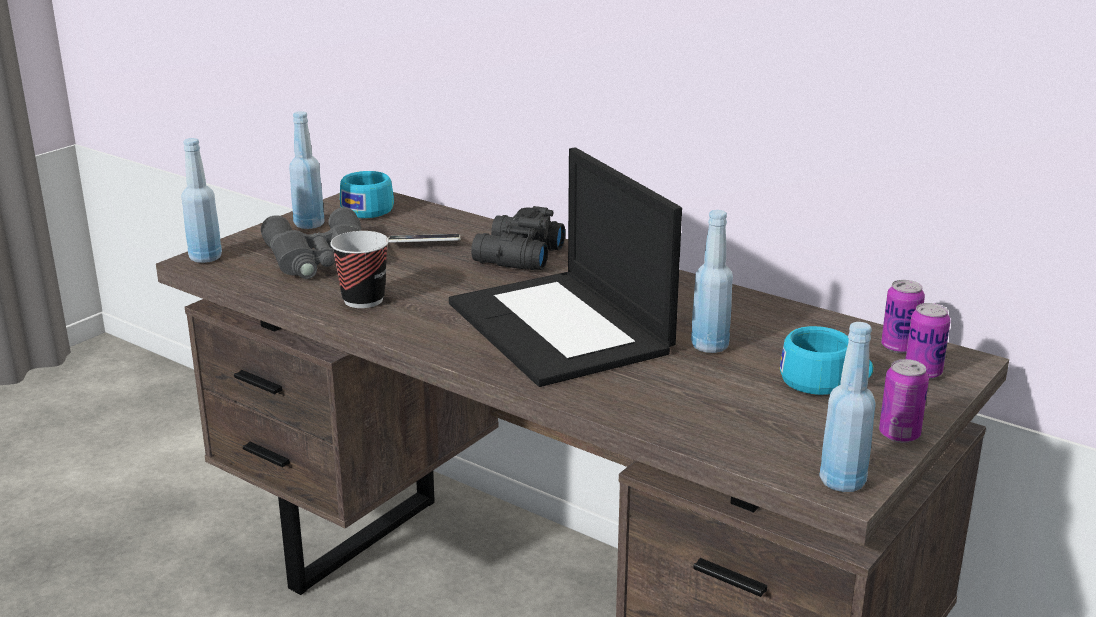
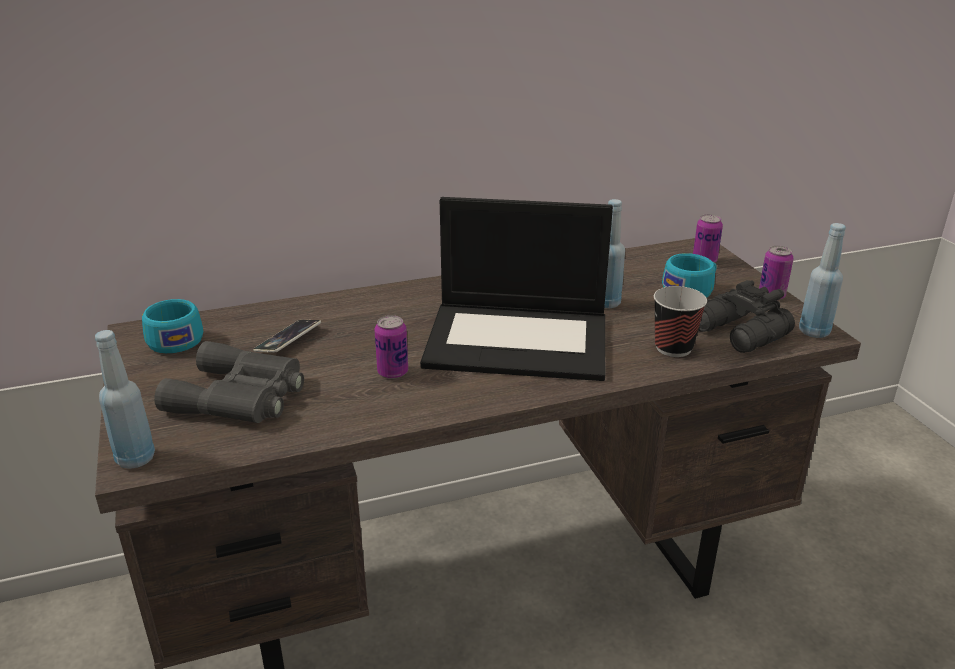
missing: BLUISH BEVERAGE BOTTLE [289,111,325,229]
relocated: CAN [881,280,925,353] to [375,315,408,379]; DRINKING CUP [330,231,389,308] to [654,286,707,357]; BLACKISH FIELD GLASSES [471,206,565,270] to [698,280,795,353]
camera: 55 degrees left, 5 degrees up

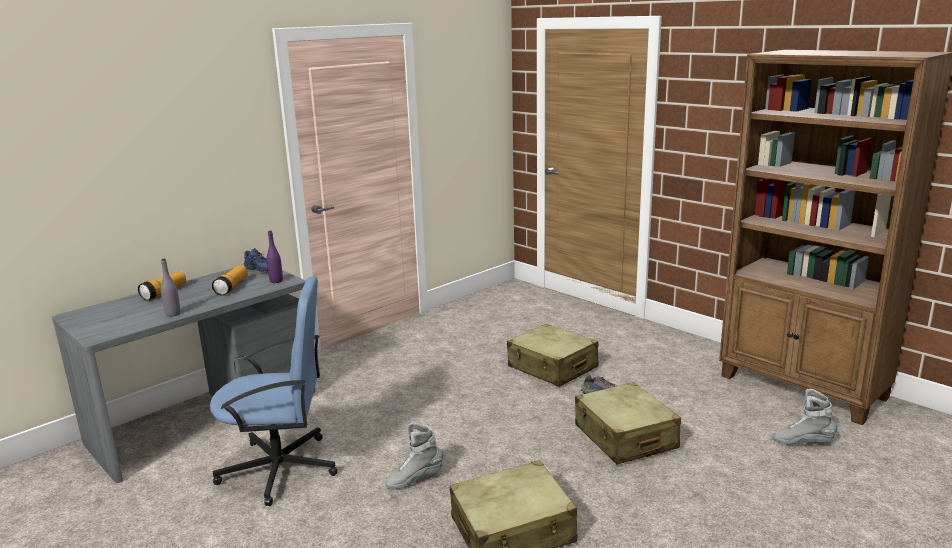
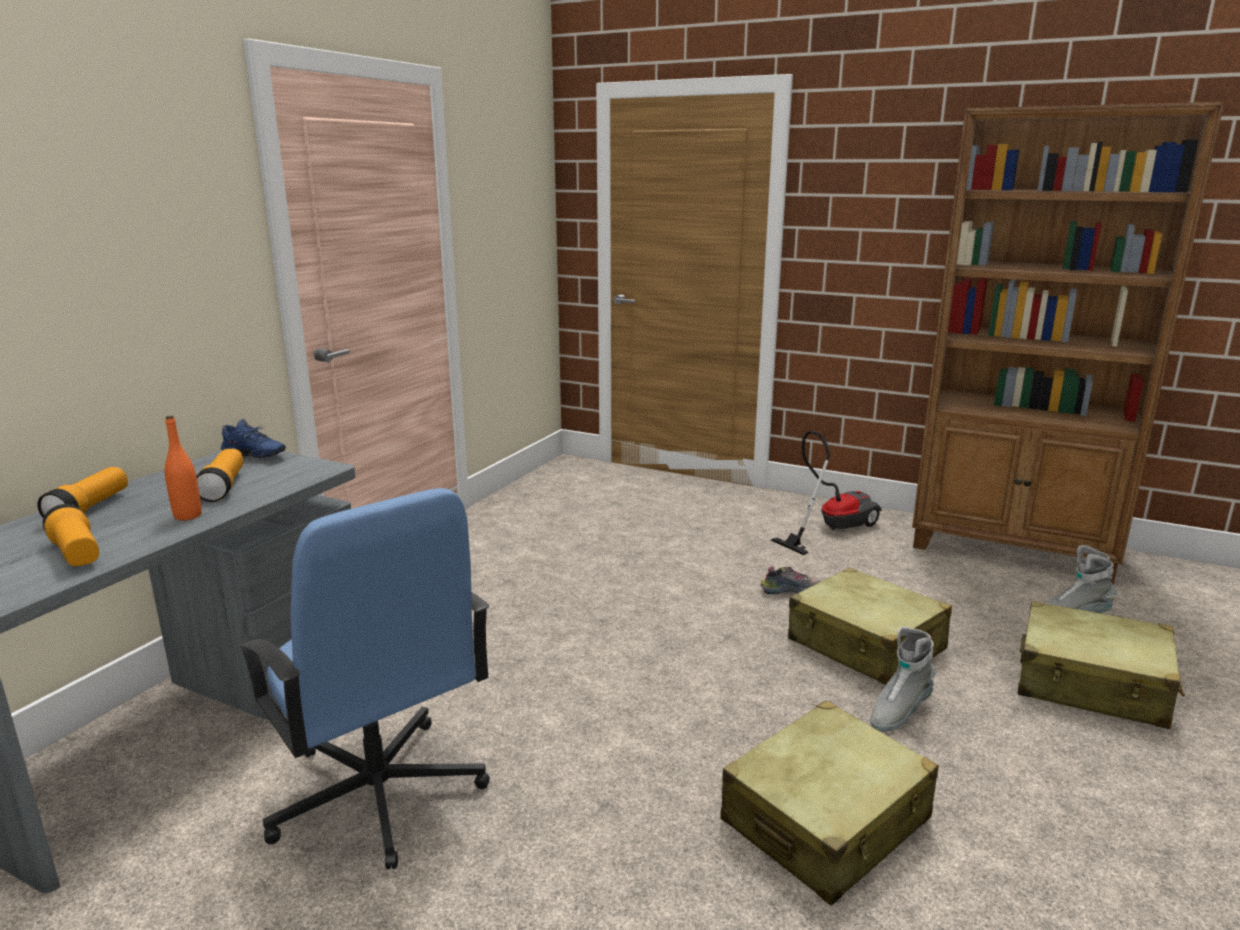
missing: GREY BEVERAGE BOTTLE [161,259,181,317]; PURPLE BEVERAGE BOTTLE [267,231,283,283]
appeared: FLASHLIGHT [43,504,99,566]; ORANGE-COLOURED BEVERAGE BOTTLE [165,416,202,520]; VACUUM CLEANER [771,431,882,555]
relocated: GREY TALL BOOT [385,423,443,489] to [870,627,936,732]; SAND-COLOURED TRAVEL CASE [507,324,598,387] to [1017,601,1185,729]
spun: BLUISH OFFICE CHAIR [210,276,338,506] = [237,488,490,870] 75 degrees clockwise
camera: 20 degrees left, 0 degrees up

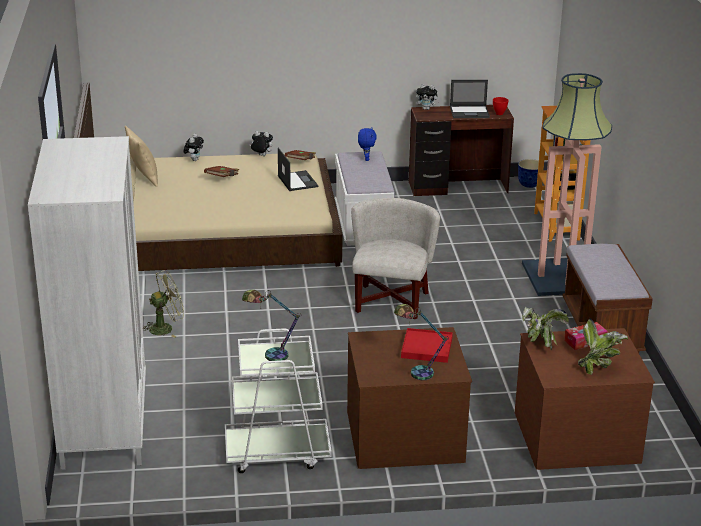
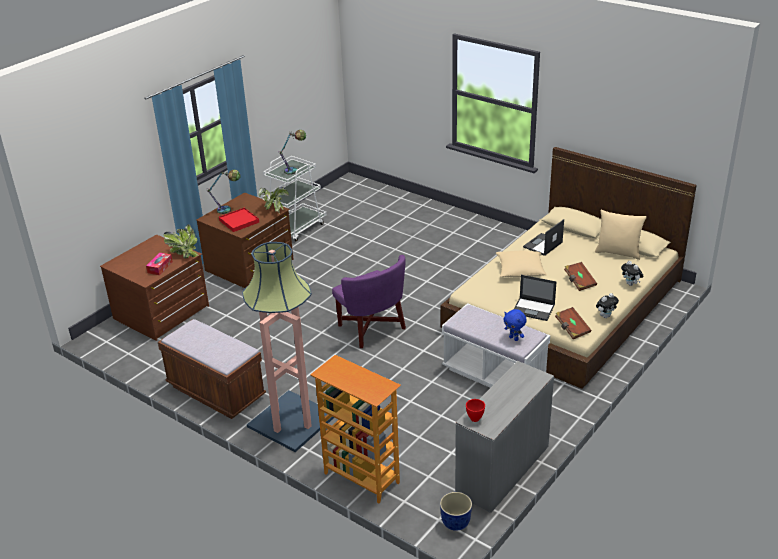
missing: WHITISH WARDROBE [28,136,146,470]; GREENISH FAN [144,270,184,338]; PLUSH TOY [416,84,439,110]
appeared: SAND-COLOURED CUSHION [496,250,547,277]
relocated: HOUSEPLANT [578,318,628,375] to [259,187,289,213]; LAPTOP [450,80,490,118] to [523,219,564,256]
colour: WHITISH ARMCHAIR [351,198,440,319] to PURPLE ARMCHAIR [332,255,406,348]; BROWN DESK UNIT [409,105,514,196] to GREY DESK UNIT [455,361,554,513]
camera: 135 degrees right, 5 degrees up

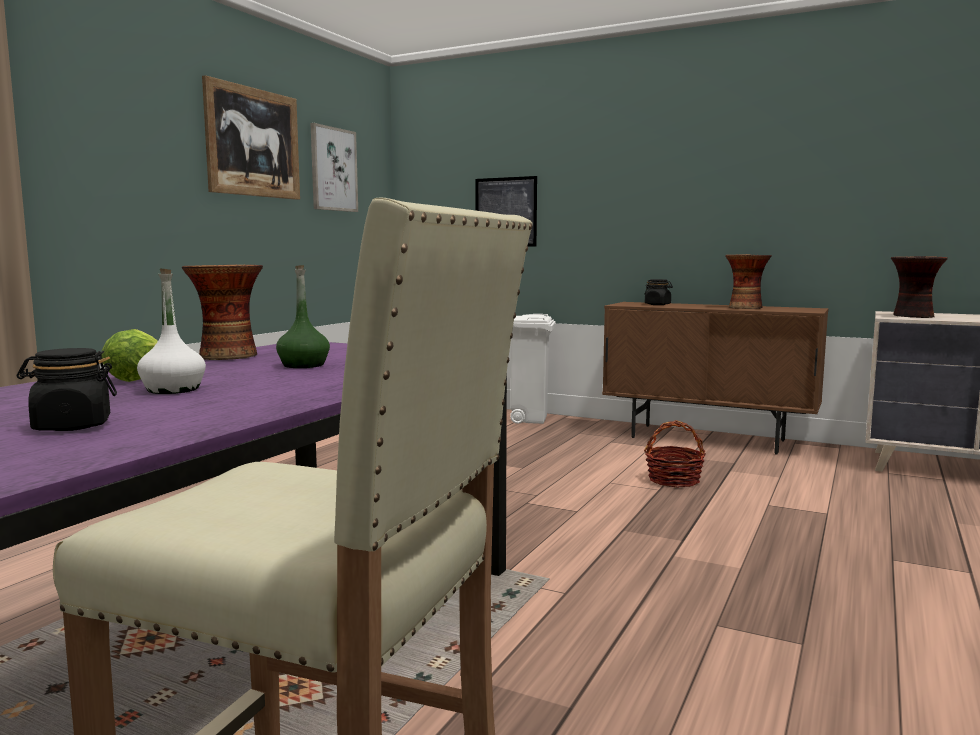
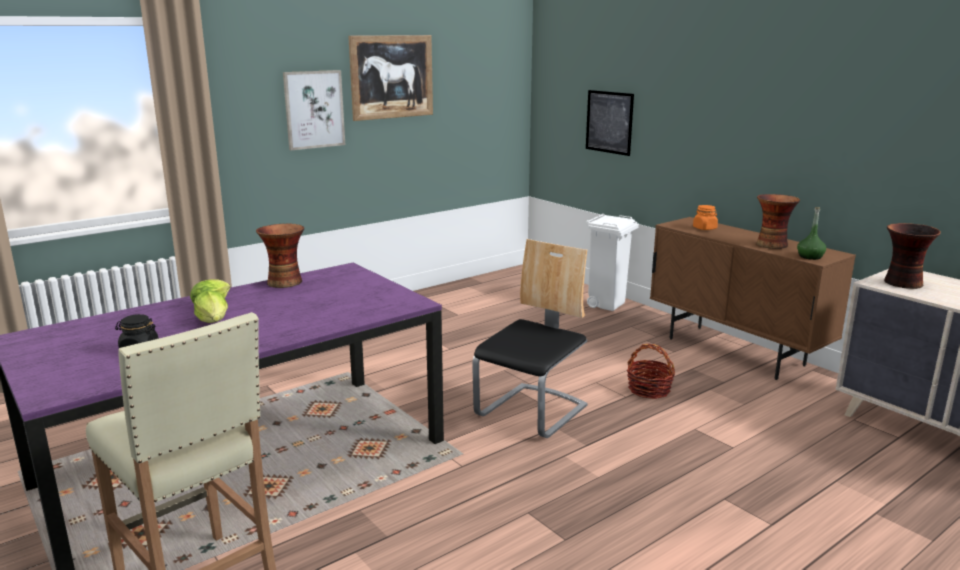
appeared: UPRIGHT CHAIR [472,239,588,438]
relocated: WALL ART [310,123,358,212] to [283,70,345,150]; GREENISH BEVERAGE BOTTLE [276,265,330,368] to [797,207,826,260]
exchanged: WHITISH BEVERAGE BOTTLE [137,269,206,394] to LETTUCE [194,291,228,323]
colour: BLACKISH STORAGE JAR [645,279,673,305] to ORANGE-COLOURED STORAGE JAR [693,205,718,230]
camera: 25 degrees right, 10 degrees up

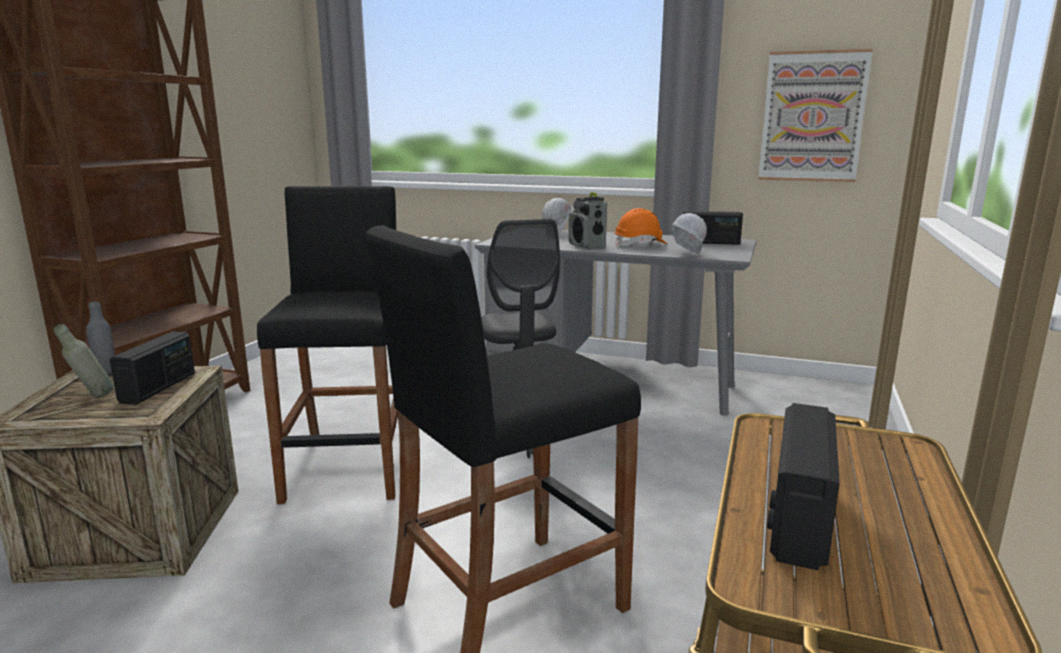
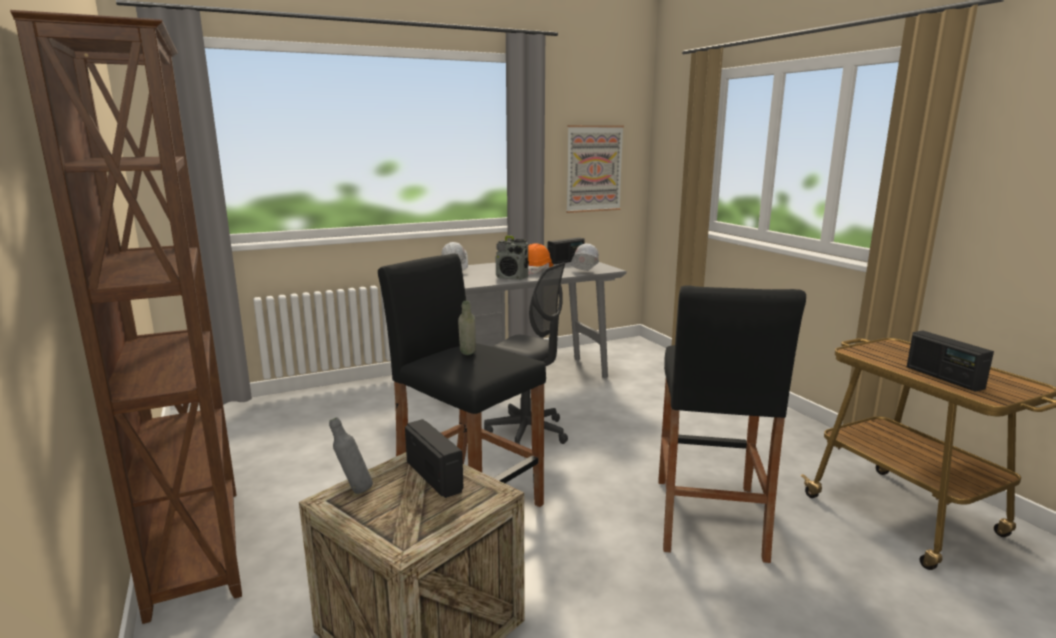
relocated: GREY BEVERAGE BOTTLE [54,324,114,398] to [458,301,476,355]
camera: 45 degrees left, 0 degrees up

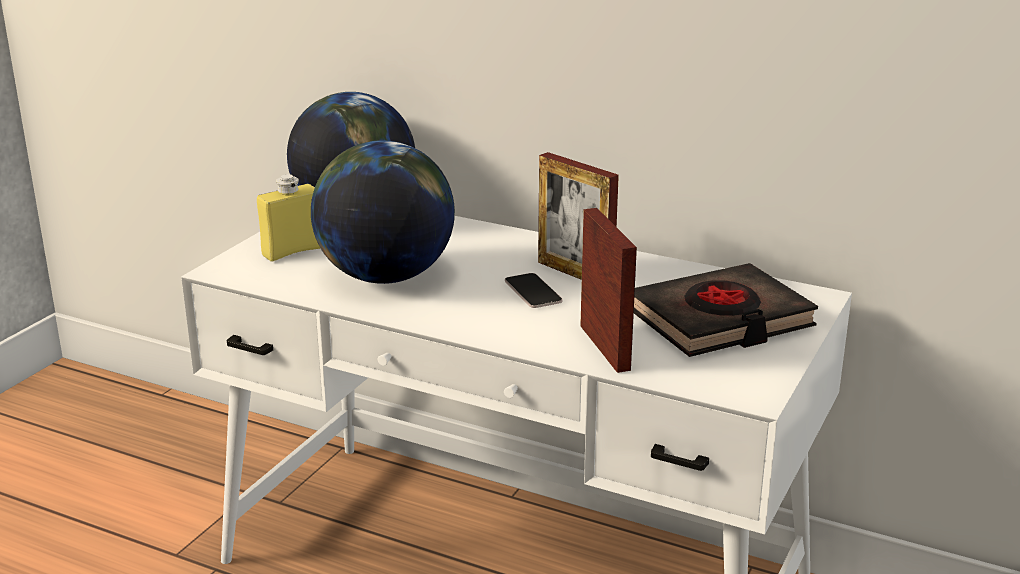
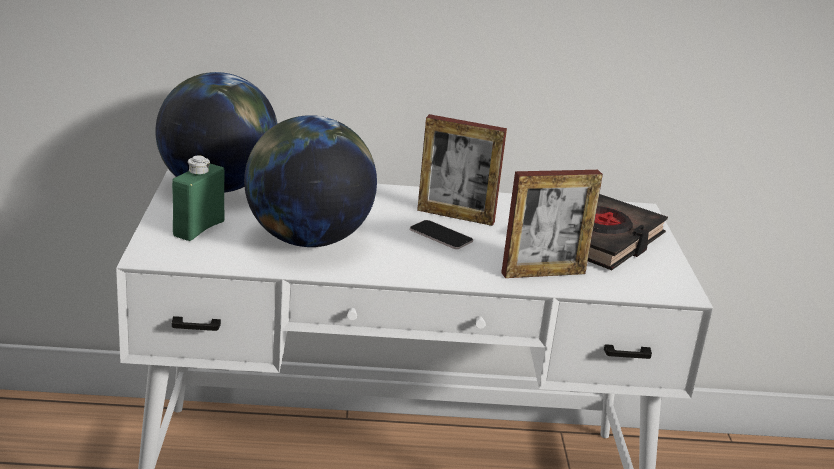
colour: YELLOWISH BEVERAGE BOTTLE [257,174,321,262] to GREENISH BEVERAGE BOTTLE [172,155,225,241]
spun: PICTURE FRAME [580,208,637,373] = [501,170,603,278] 120 degrees clockwise
camera: 30 degrees left, 0 degrees up

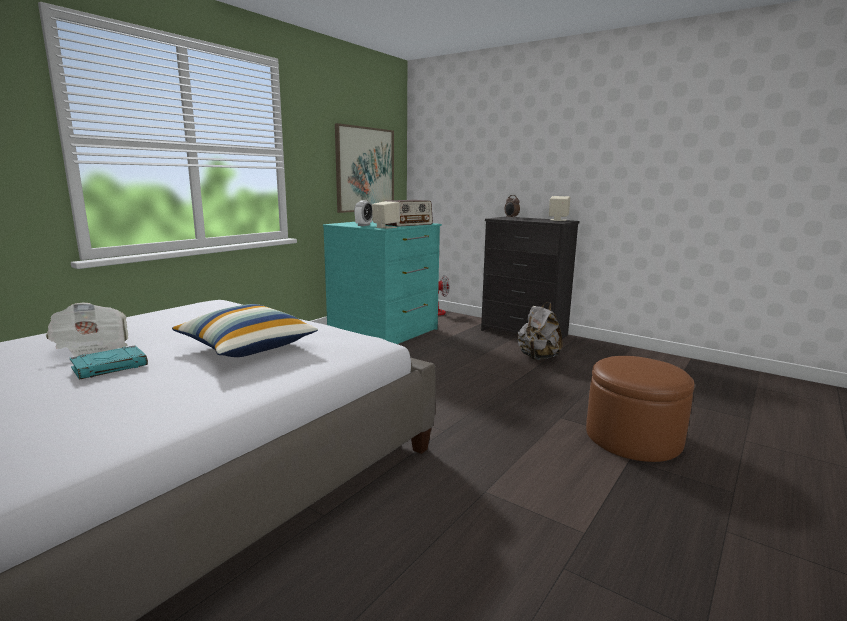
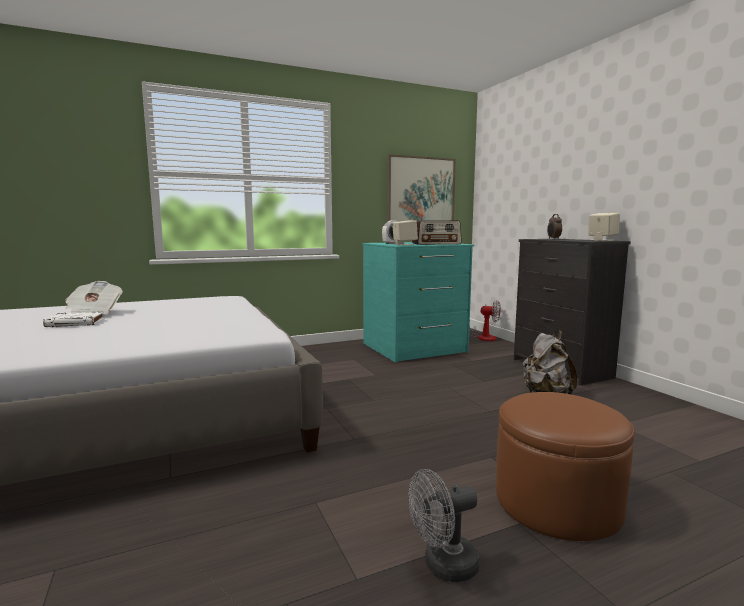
missing: CUSHION [172,304,318,357]
appeared: GREY FAN [409,469,480,582]
colour: TURQUOISE-COLOURED BOUND BOOK [70,345,148,380] to WHITISH BOUND BOOK [43,311,105,327]
camera: 30 degrees right, 5 degrees down

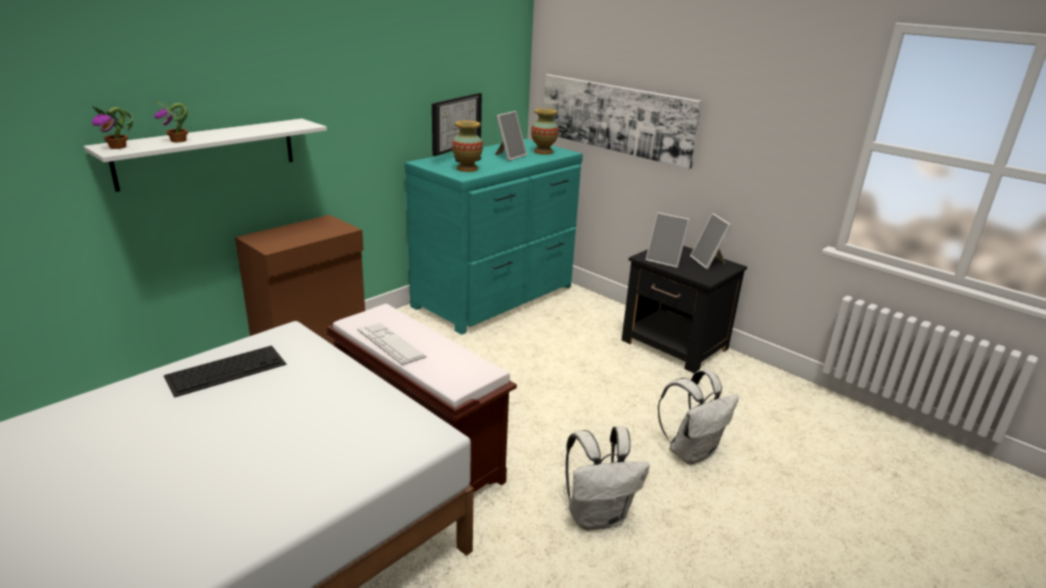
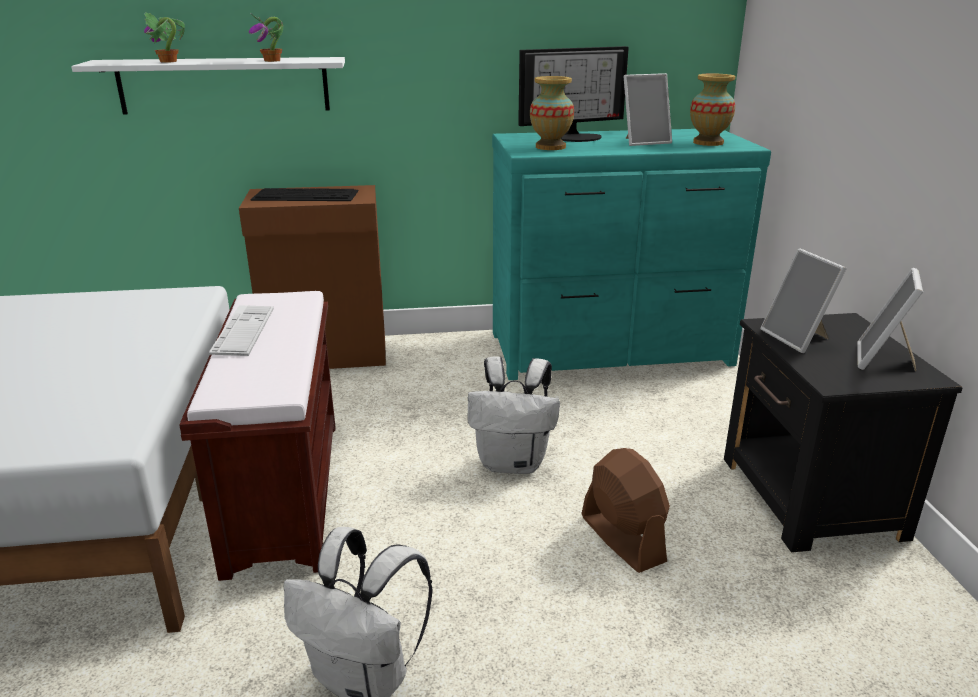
missing: WALL ART [544,74,702,169]
appeared: BROWN FAN [581,448,670,573]
relocated: HOUSEPLANT [91,106,133,149] to [249,14,283,62]; KEYBOARD [164,345,287,398] to [250,188,359,201]; WHITISH BACKPACK [658,370,739,465] to [468,356,560,474]
camera: 40 degrees right, 0 degrees up

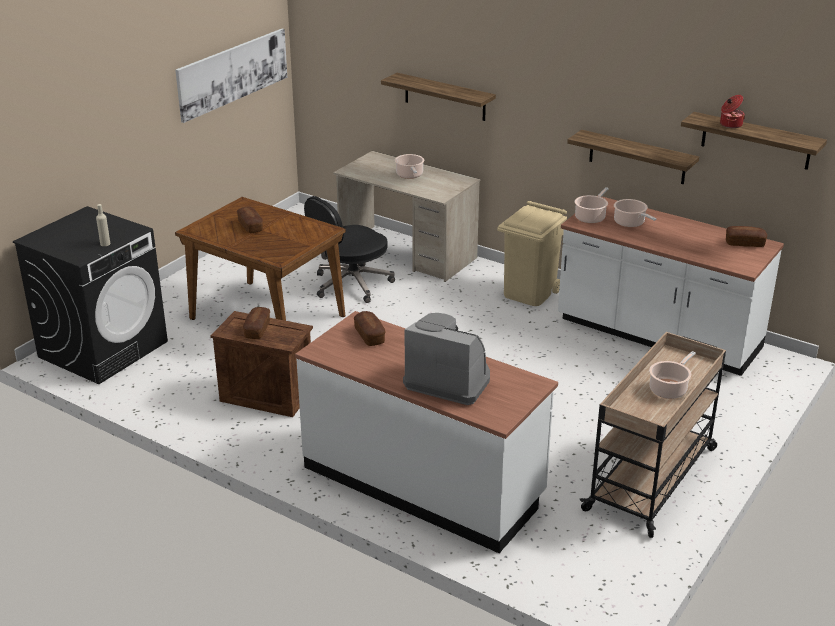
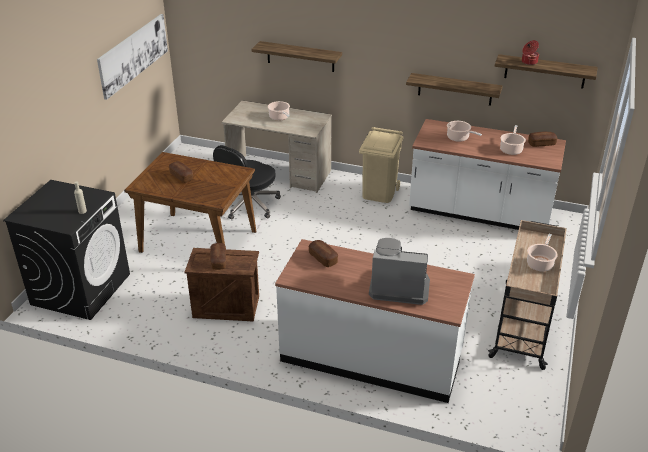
relocated: STOCKPOT [575,187,609,223] to [500,125,526,155]
camera: 15 degrees left, 5 degrees up

